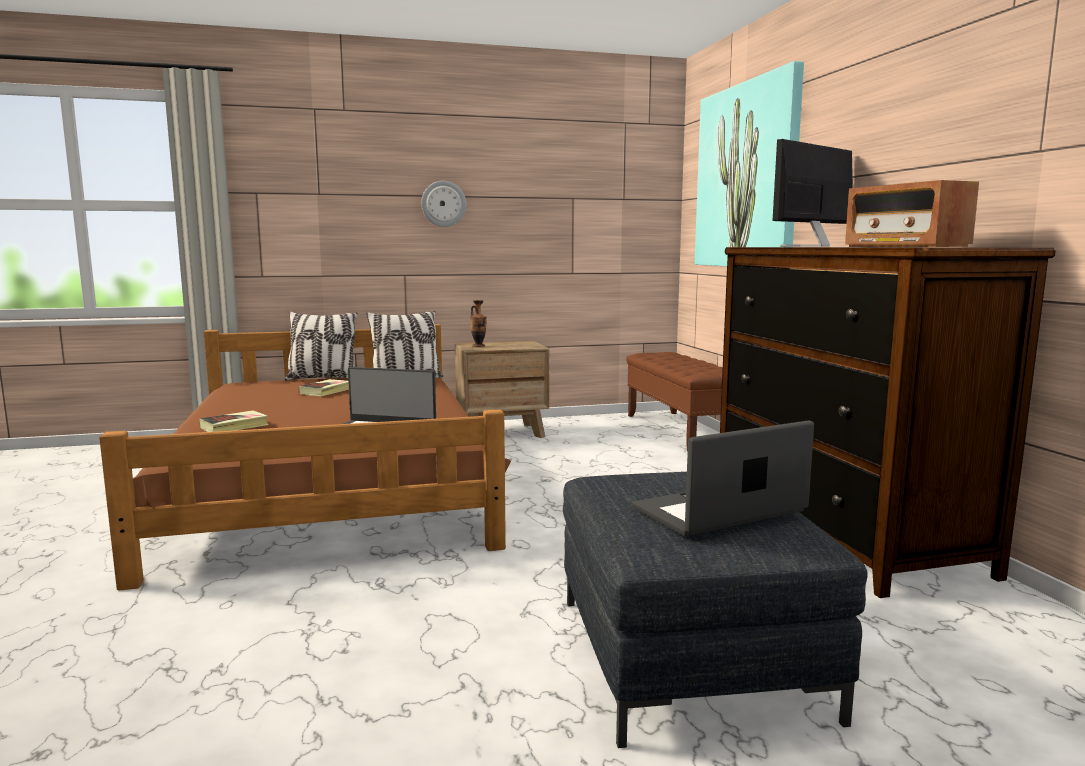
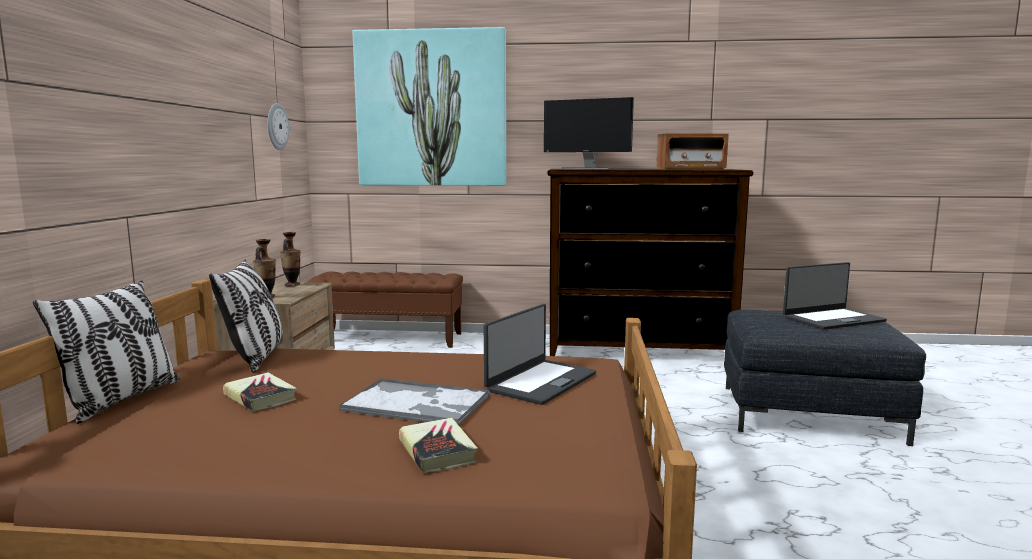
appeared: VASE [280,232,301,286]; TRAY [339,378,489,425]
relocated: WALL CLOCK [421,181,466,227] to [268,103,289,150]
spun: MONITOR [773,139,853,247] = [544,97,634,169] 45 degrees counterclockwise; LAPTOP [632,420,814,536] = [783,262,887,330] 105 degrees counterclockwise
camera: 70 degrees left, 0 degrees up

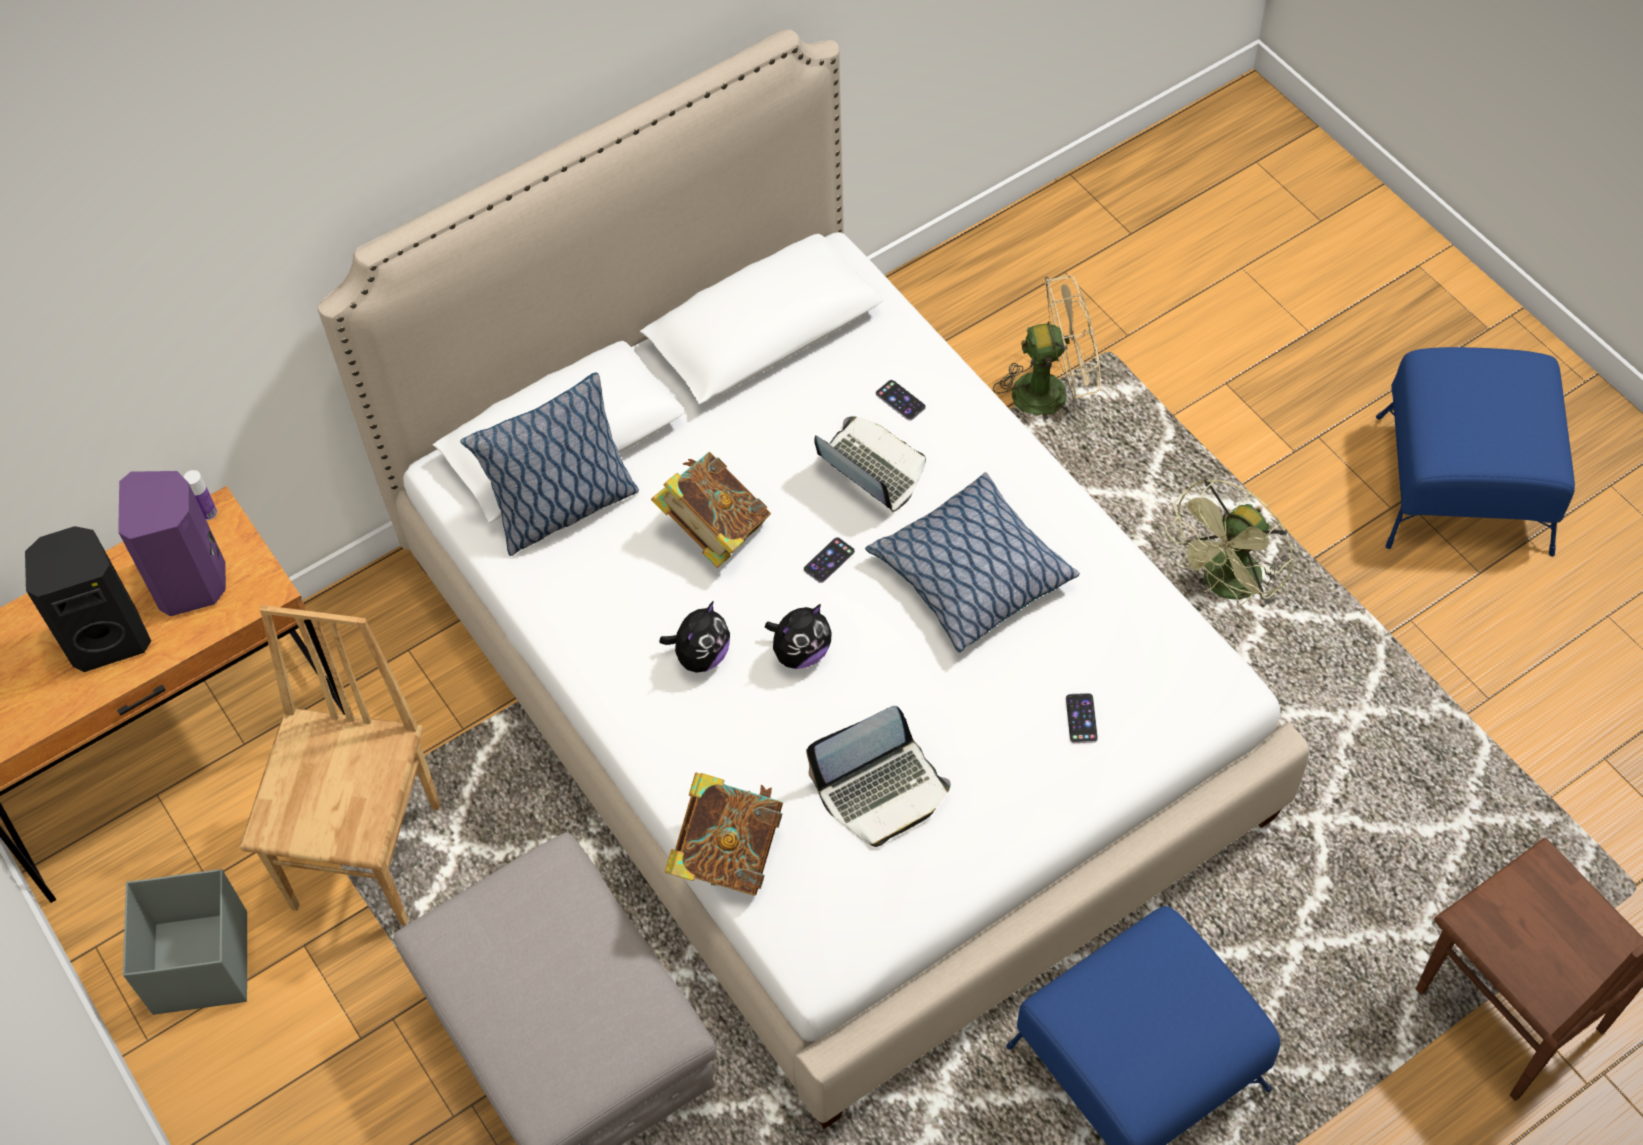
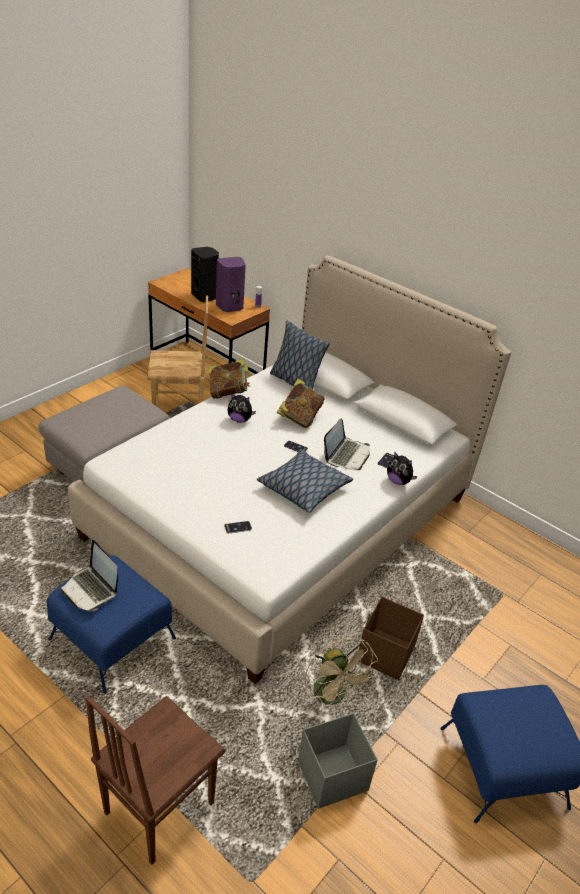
relocated: LAPTOP [806,706,951,847] to [61,540,118,611]; BOUND BOOK [665,773,783,896] to [209,359,250,399]; GREY STORAGE BOX [123,869,247,1015] to [298,713,378,809]; SAND-COLOURED FAN [993,275,1101,420] to [305,638,378,706]; PLUSH TOY [765,604,832,669] to [387,452,417,485]
exchanged: GREENISH FAN [1165,478,1294,608] to BROWN STORAGE BOX [359,597,424,680]
camera: 70 degrees right, 20 degrees down

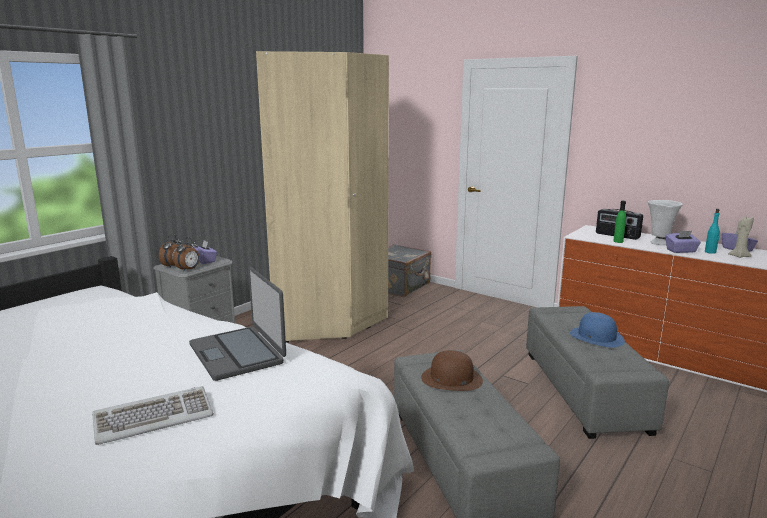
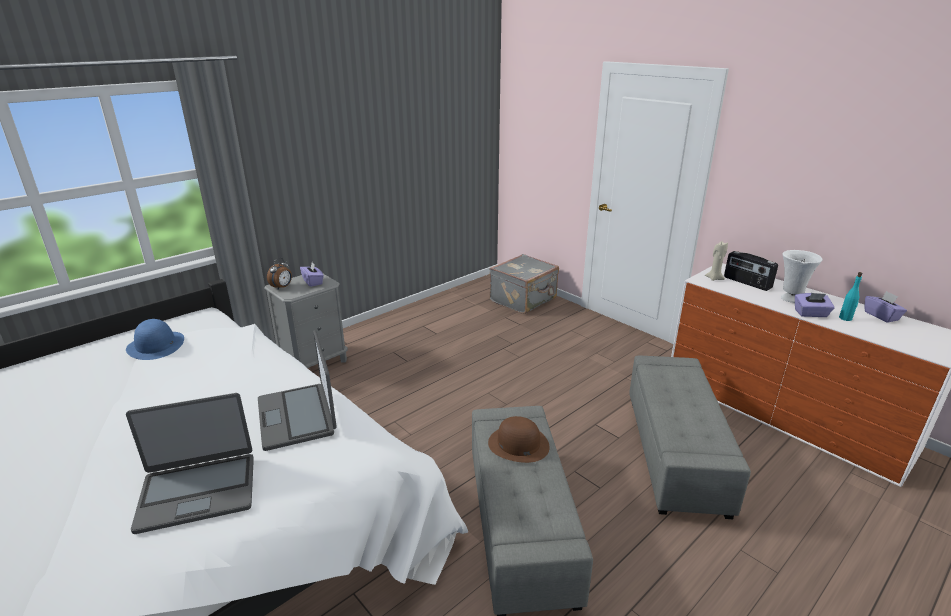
missing: ALARM CLOCK [173,237,200,272]; SAND-COLOURED WARDROBE [256,51,389,343]; GREENISH BEVERAGE BOTTLE [613,201,626,243]
relocated: BLUISH WEARABLE HAT [570,312,625,348] to [126,319,184,360]; SAND-COLOURED WAX CANDLE [728,217,754,258] to [705,241,728,281]
exchanged: KEYBOARD [92,386,214,445] to LAPTOP [126,393,254,534]
camera: 10 degrees right, 10 degrees up

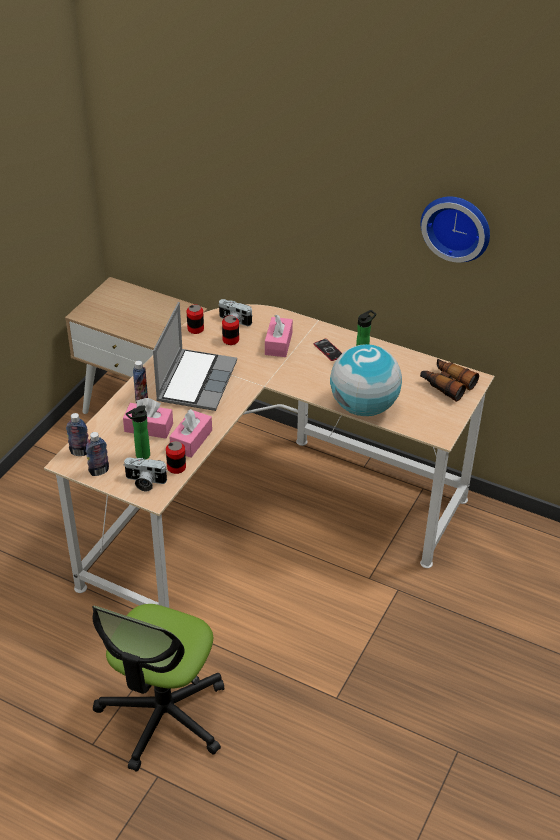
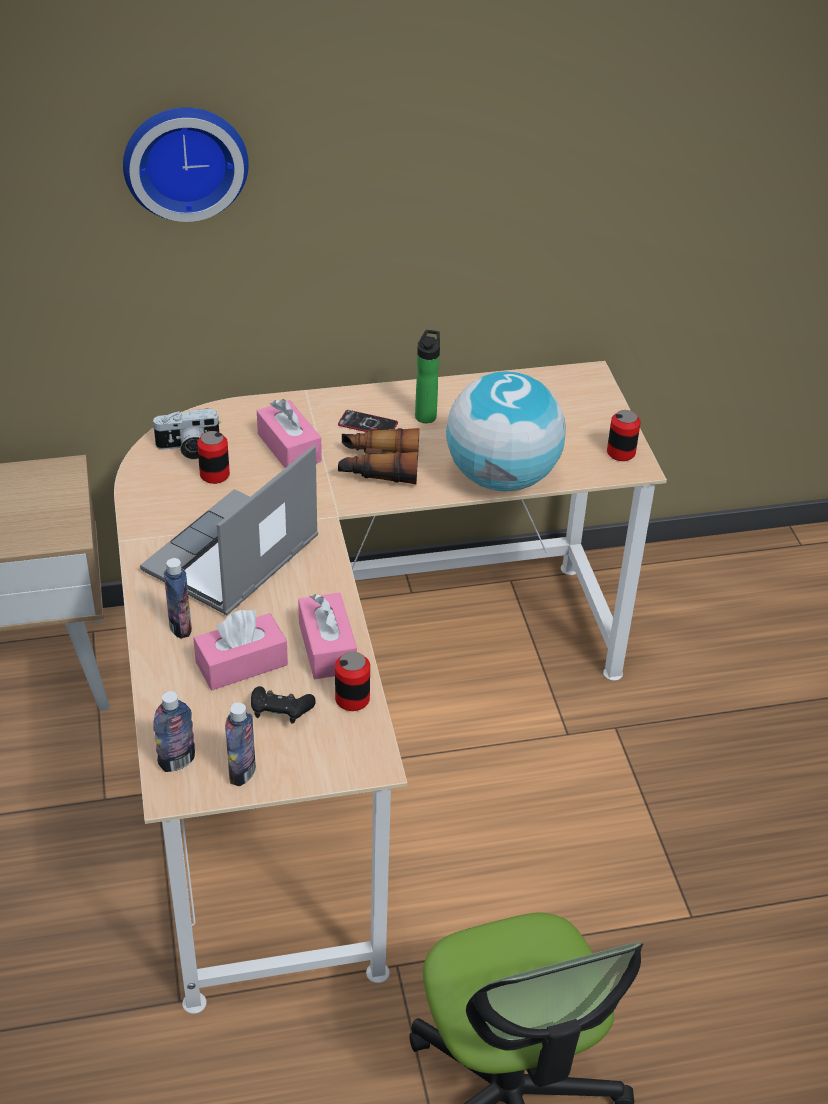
missing: PHOTO CAMERA [123,458,168,491]
relocated: WALL CLOCK [421,196,490,262] to [123,107,249,222]; FIELD GLASSES [420,359,479,402] to [338,428,419,484]; CAN [187,305,204,334] to [607,410,641,461]
exchanged: BEVERAGE BOTTLE [126,406,150,460] to BLACKISH JOYPAD [251,686,316,724]
spun: LAPTOP [153,302,237,411] = [140,445,318,615] 120 degrees counterclockwise
camera: 40 degrees left, 0 degrees up

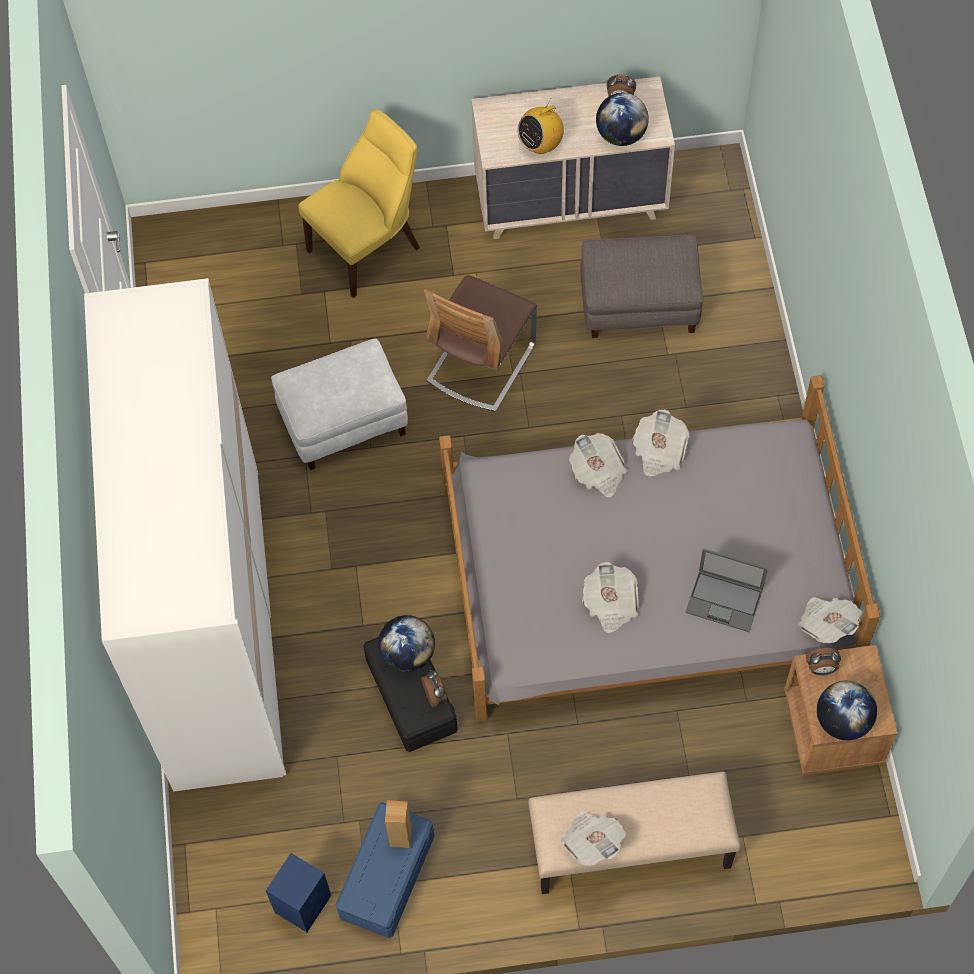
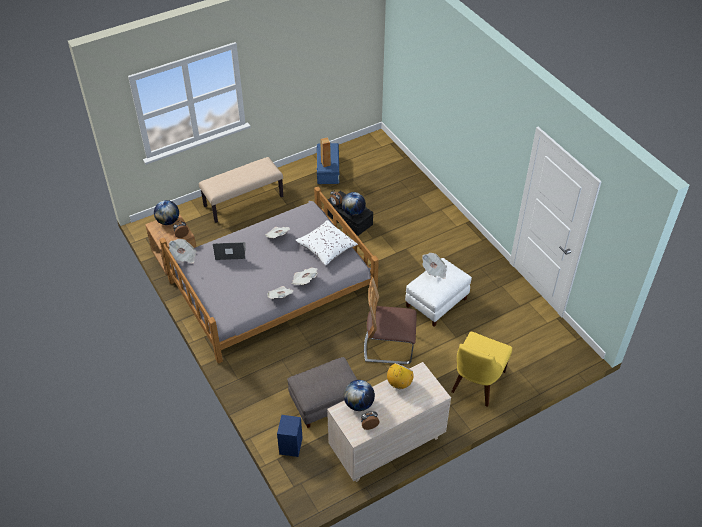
missing: WHITISH WARDROBE [84,278,286,792]
appeared: WHITISH CUSHION [295,220,358,265]
relocated: BLUISH AUDIO SPEAKER [266,853,331,932] to [277,415,303,457]; PRINTED PAPER [561,811,626,866] to [422,253,447,279]
spun: UPRIGHT CHAIR [424,275,537,412] = [364,277,417,364] 90 degrees counterclockwise
camera: 155 degrees right, 15 degrees down

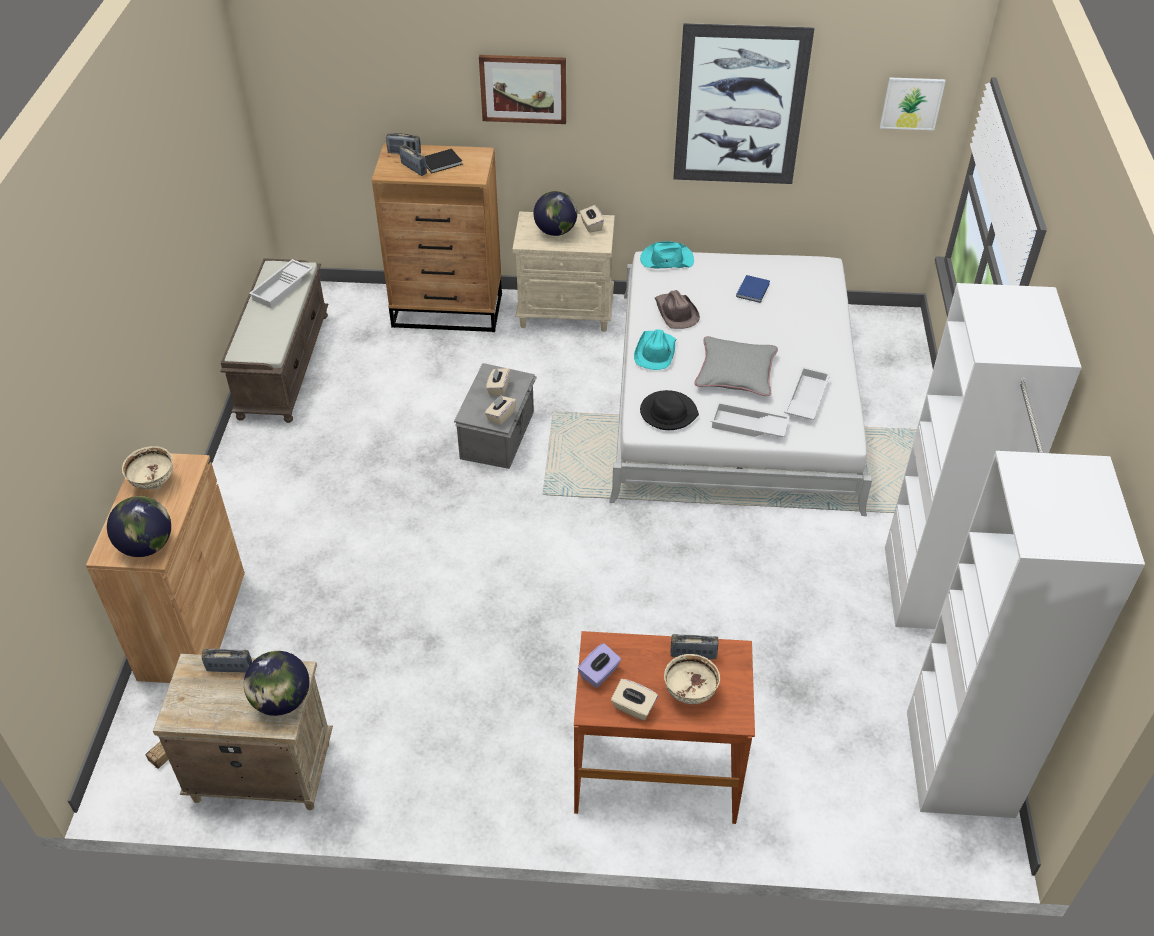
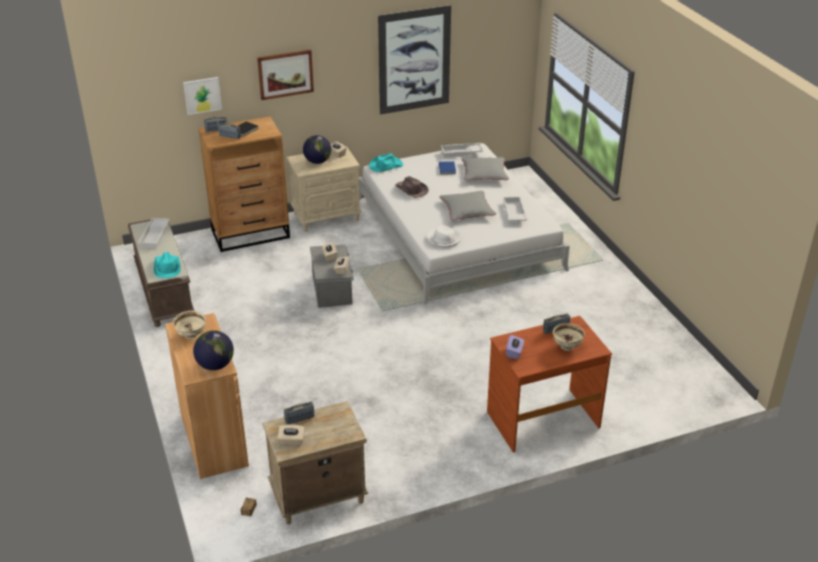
missing: WORLD GLOBE [244,651,310,716]; WHITISH WARDROBE [885,283,1145,818]
appeared: GREY CUSHION [461,157,509,181]
relocated: TURQUOISE-COLOURED WEARABLE HAT [634,329,676,370] to [154,252,181,278]; WALL ART [880,77,946,130] to [183,77,222,115]; SAND-COLOURED TISSUE HOLDER [611,679,658,720] to [277,425,305,446]; WHITISH TRAY [711,401,790,437] to [441,143,483,158]
colour: BLACKISH WEARABLE HAT [640,390,699,430] to WHITISH WEARABLE HAT [427,225,463,248]
camera: 25 degrees left, 10 degrees down

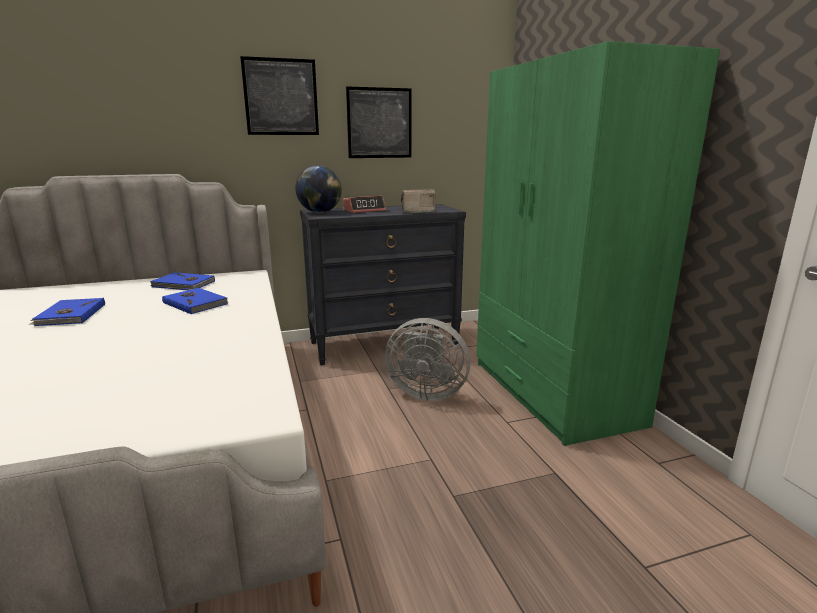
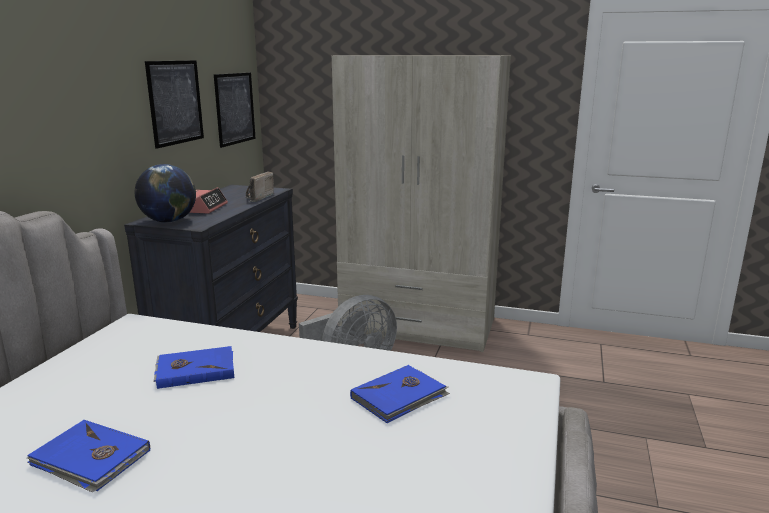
relocated: WALL ART [240,56,319,135] to [214,73,256,148]; BLUISH BOUND BOOK [150,272,215,290] to [350,365,450,423]
colour: GREENISH WARDROBE [476,41,720,446] to SAND-COLOURED WARDROBE [332,55,511,352]
camera: 55 degrees left, 0 degrees up

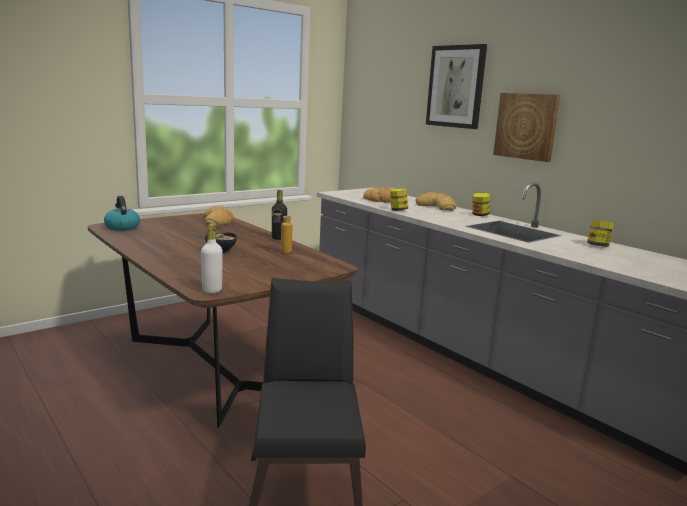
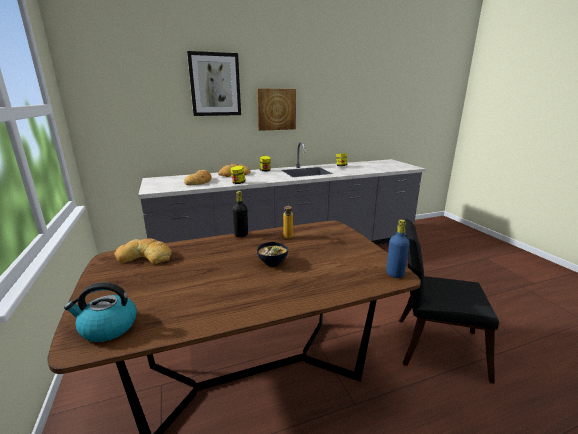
colour: WHITISH BEVERAGE BOTTLE [201,224,222,293] to BLUISH BEVERAGE BOTTLE [386,219,409,278]
camera: 70 degrees left, 5 degrees up

